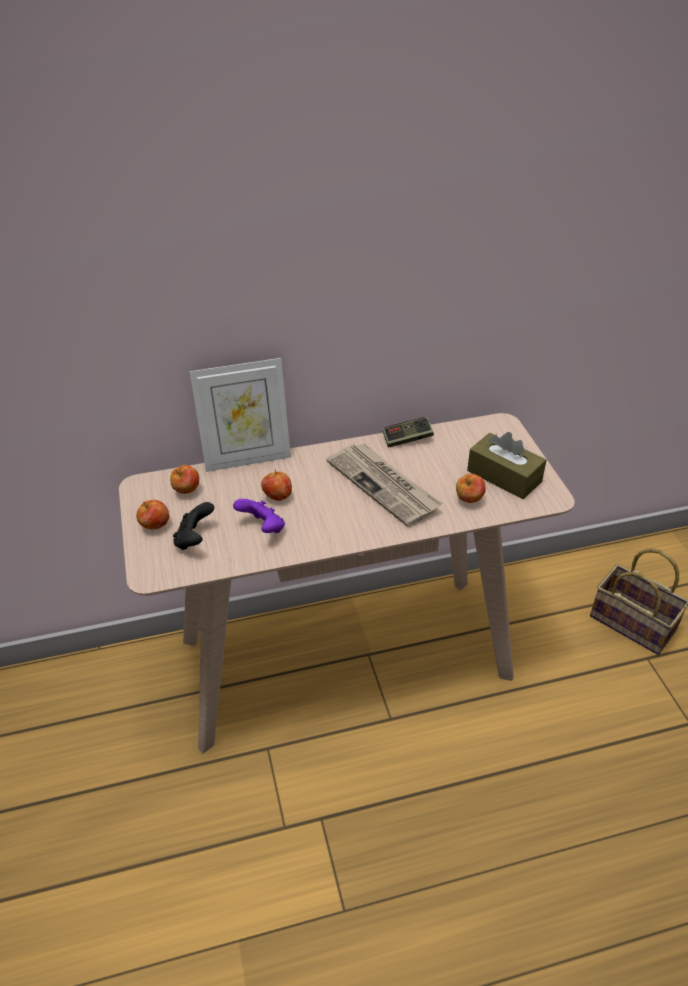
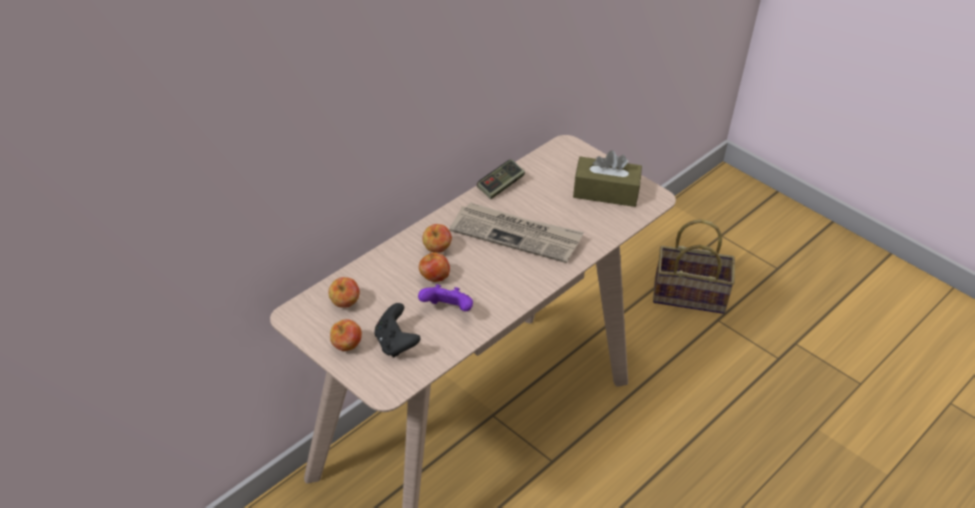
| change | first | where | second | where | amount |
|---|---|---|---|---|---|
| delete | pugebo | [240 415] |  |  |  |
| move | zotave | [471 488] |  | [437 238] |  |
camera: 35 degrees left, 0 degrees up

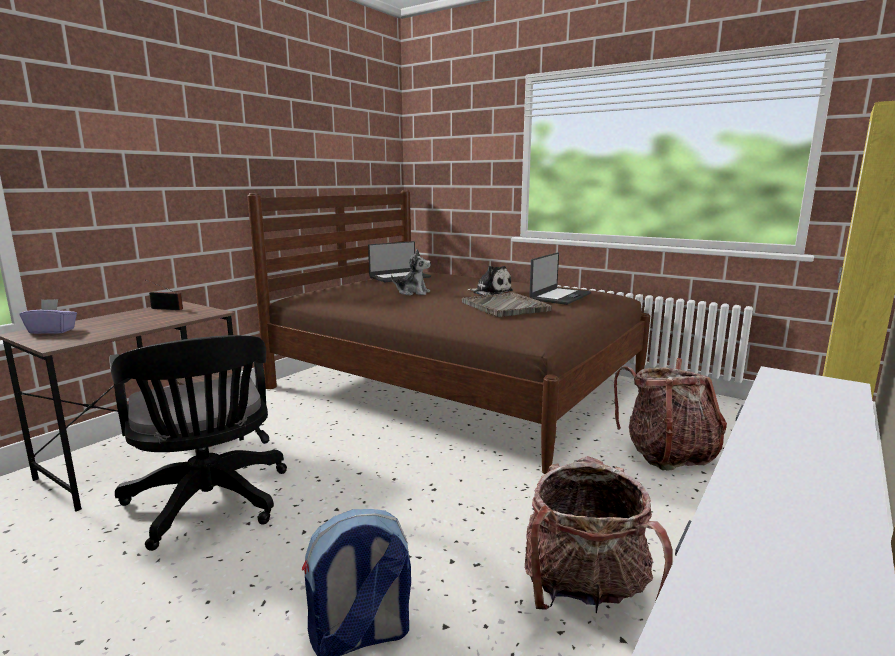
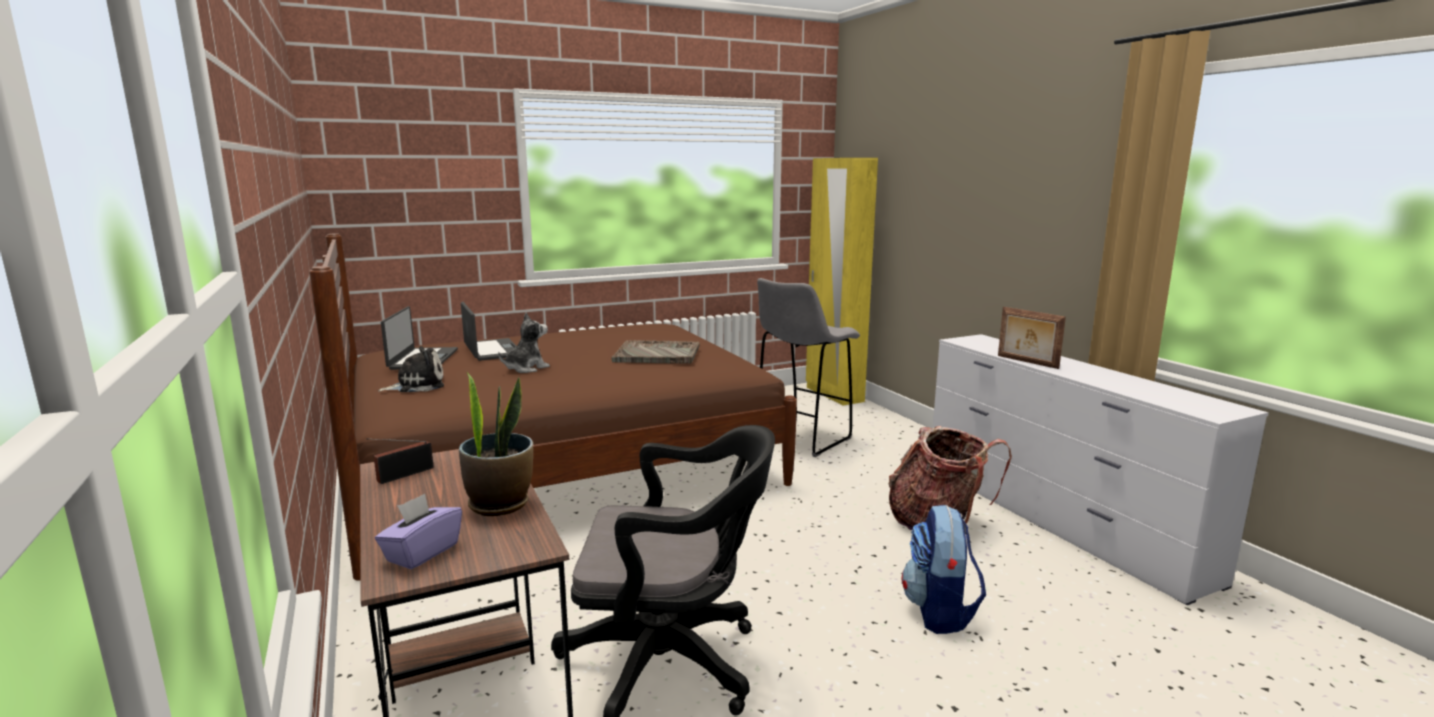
| change | first | where | second | where | amount |
|---|---|---|---|---|---|
| insert |  |  | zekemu | [496 444] |  |
| insert |  |  | pugebo | [1032 338] |  |
| move | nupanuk | [490 280] |  | [411 369] |  |
| move | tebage | [560 278] |  | [488 331] |  |
| replace | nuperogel | [670 414] | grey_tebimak | [808 367] |  |
camera: 60 degrees left, 0 degrees up

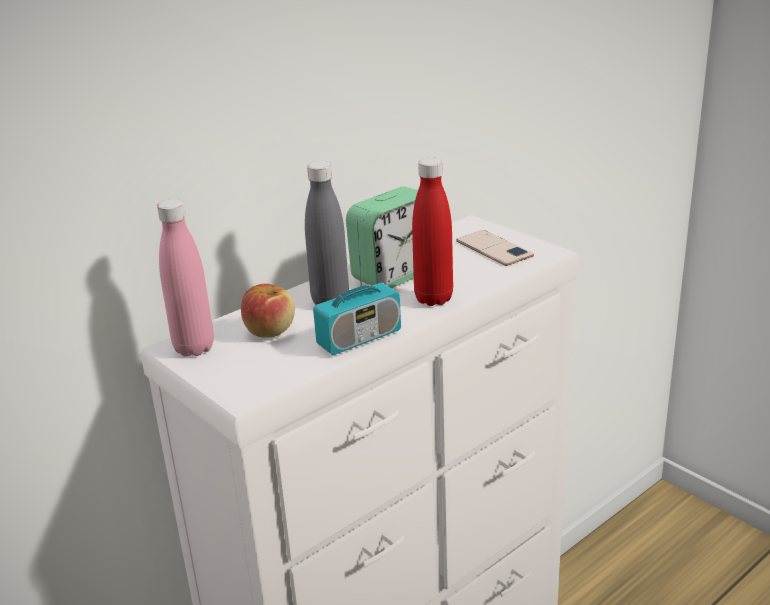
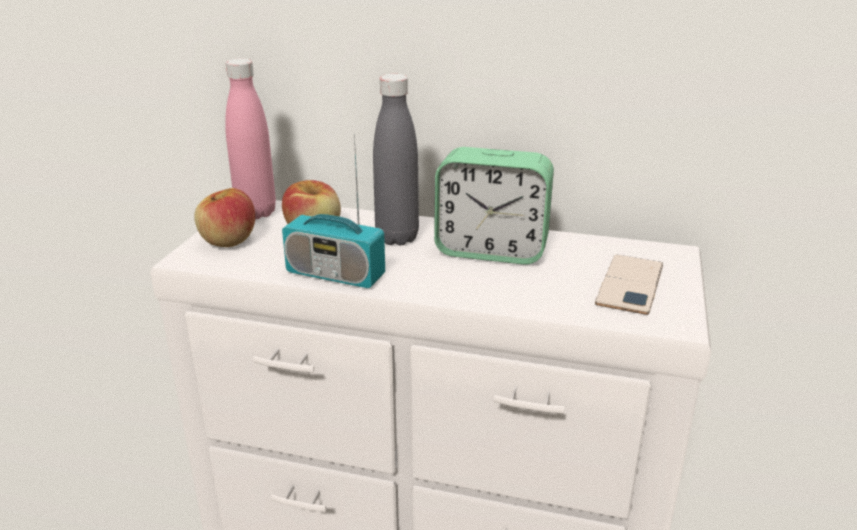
| change | first | where | second | where | amount |
|---|---|---|---|---|---|
| delete | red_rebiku | [432 231] |  |  |  |
| insert |  |  | zotave | [224 217] |  |
camera: 55 degrees right, 0 degrees up

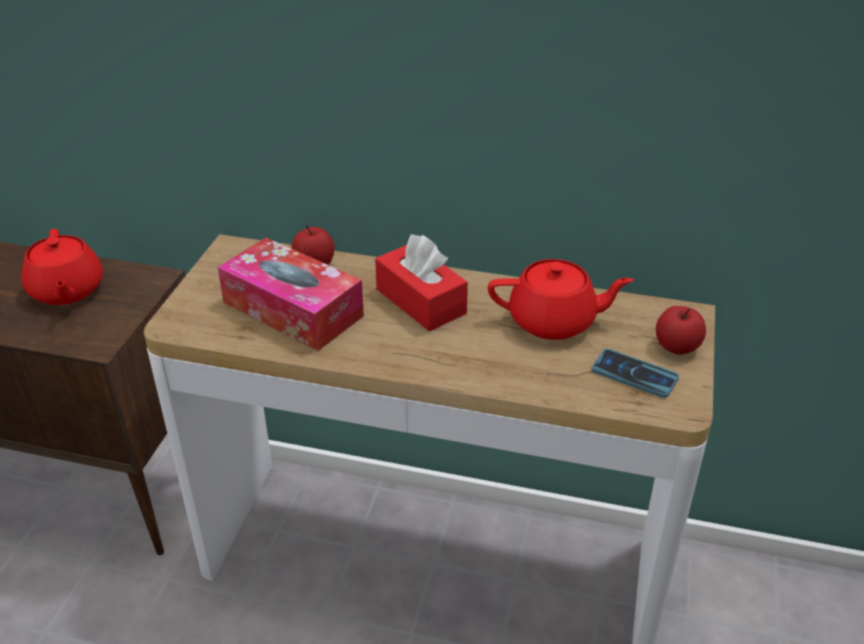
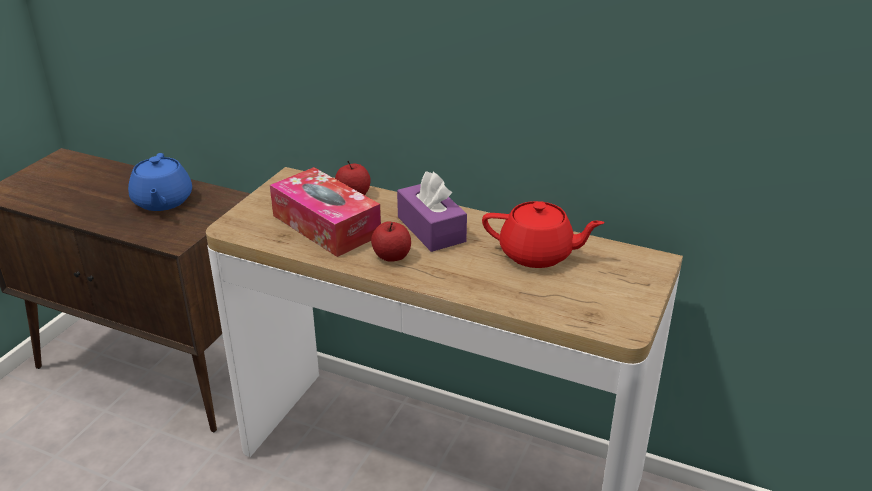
| change | first | where | second | where | amount |
|---|---|---|---|---|---|
| delete | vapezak | [635 373] |  |  |  |
| move | zotave | [681 330] |  | [391 241] |  |
| recolor | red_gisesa | [62 267] | blue_gisesa | [160 182] |  |
| recolor | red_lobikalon | [421 282] | purple_lobikalon | [432 211] |  |
camera: 10 degrees right, 5 degrees down

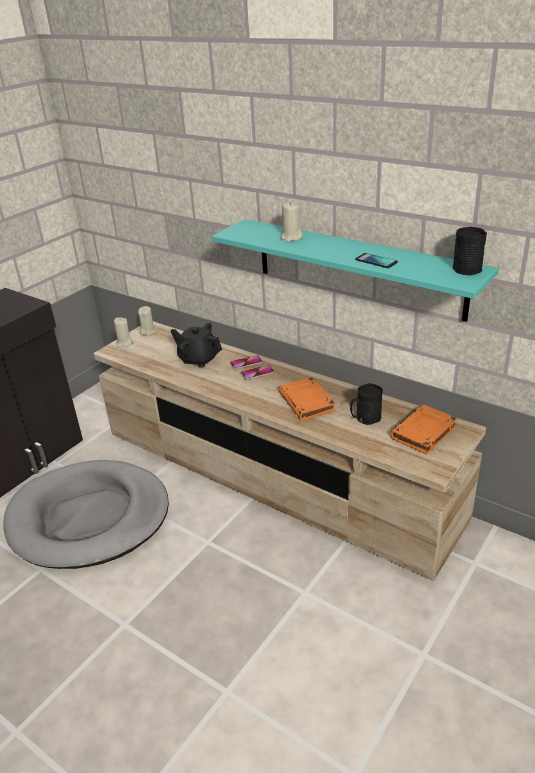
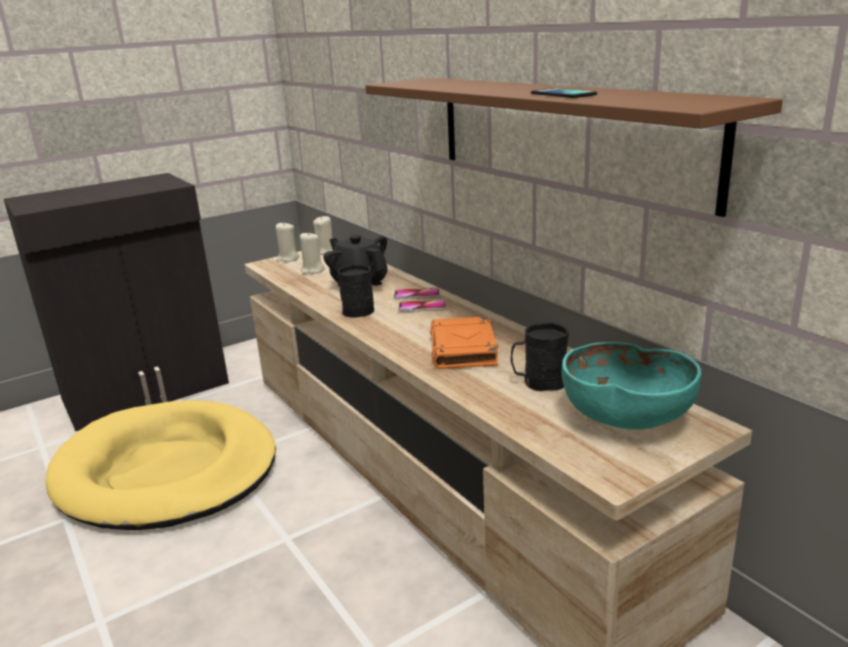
| change | first | where | second | where | amount |
|---|---|---|---|---|---|
| move | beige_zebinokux | [292 222] |  | [312 253] |  |
| move | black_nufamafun | [470 251] |  | [355 291] |  |
| replace | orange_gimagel | [424 429] | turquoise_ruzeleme | [631 386] |  |
| recolor | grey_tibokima | [86 514] | yellow_tibokima | [160 465] |  |
| recolor | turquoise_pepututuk | [355 270] | brown_pepututuk | [574 147] |  |
camera: 20 degrees right, 10 degrees down

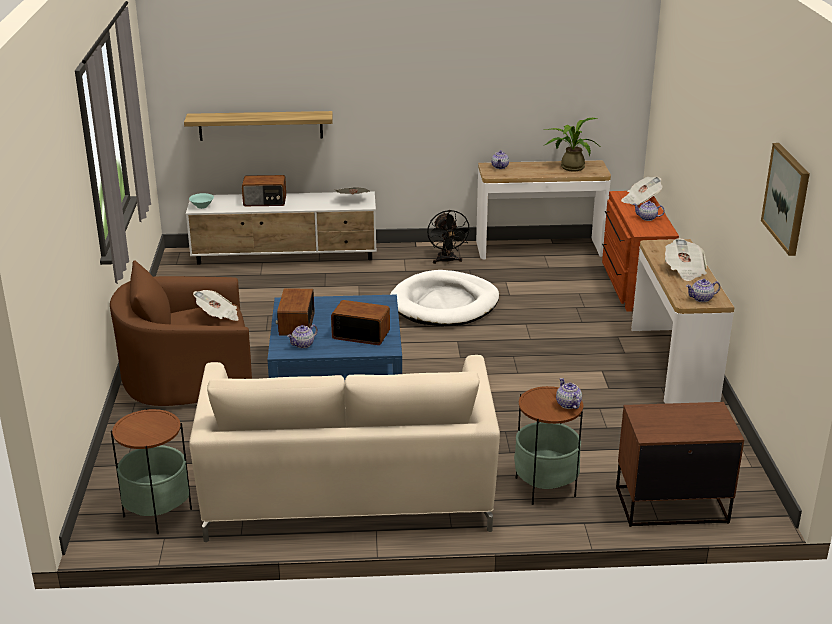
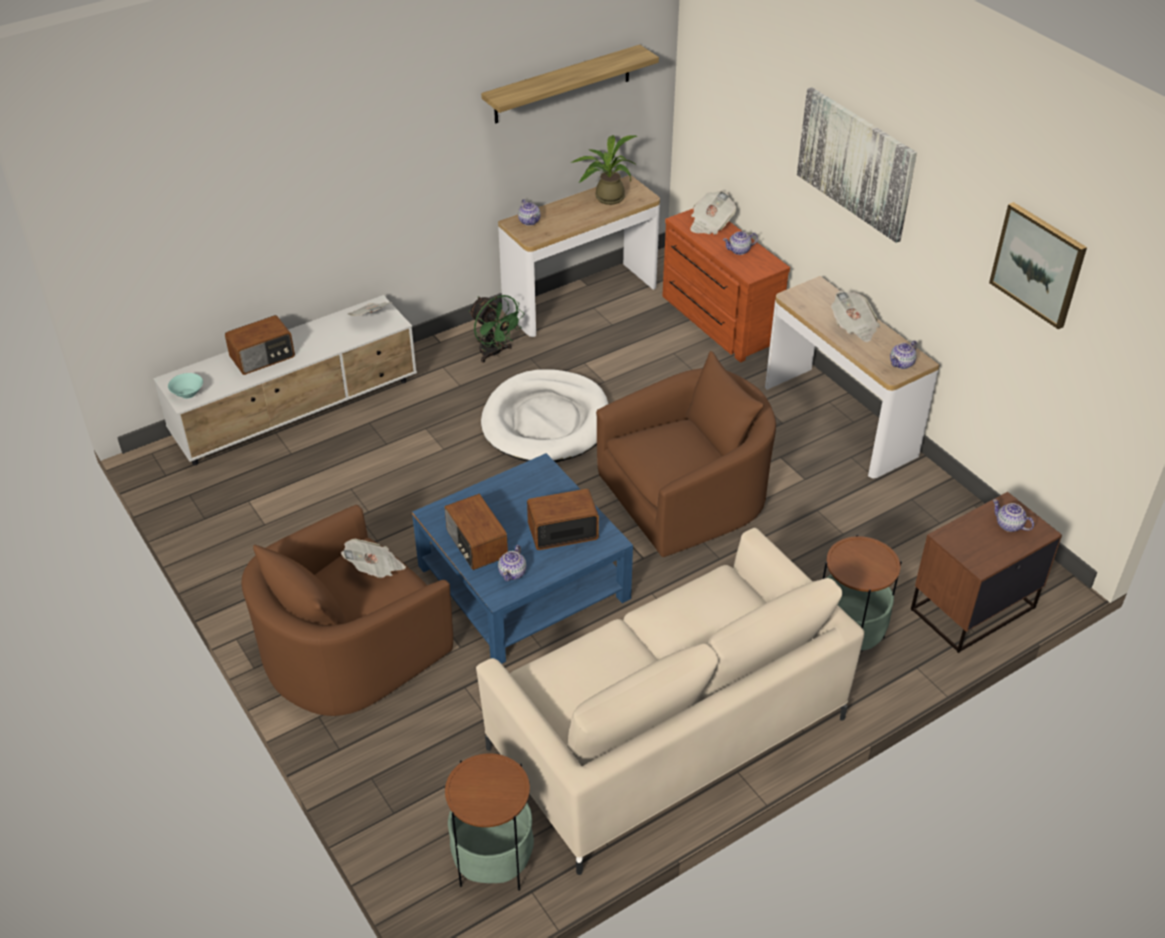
| change | first | where | second | where | amount |
|---|---|---|---|---|---|
| insert |  |  | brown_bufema | [686 454] |  |
| insert |  |  | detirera | [857 165] |  |
| move | pepututuk | [258 126] |  | [570 84] |  |
| move | gisesa | [569 393] |  | [1013 515] |  |
| recolor | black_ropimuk | [449 237] | green_ropimuk | [496 329] |  |
camera: 30 degrees left, 15 degrees up

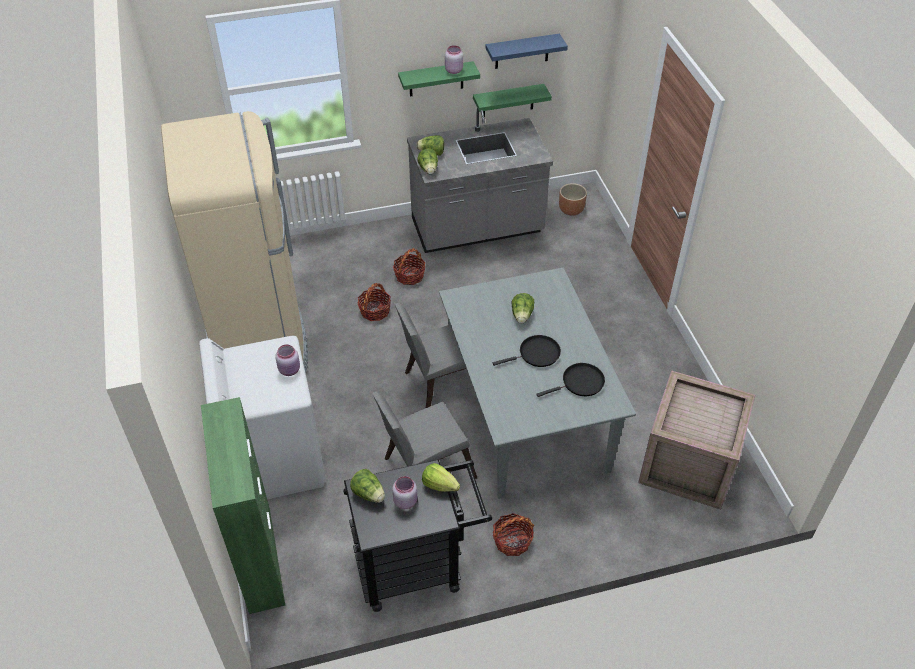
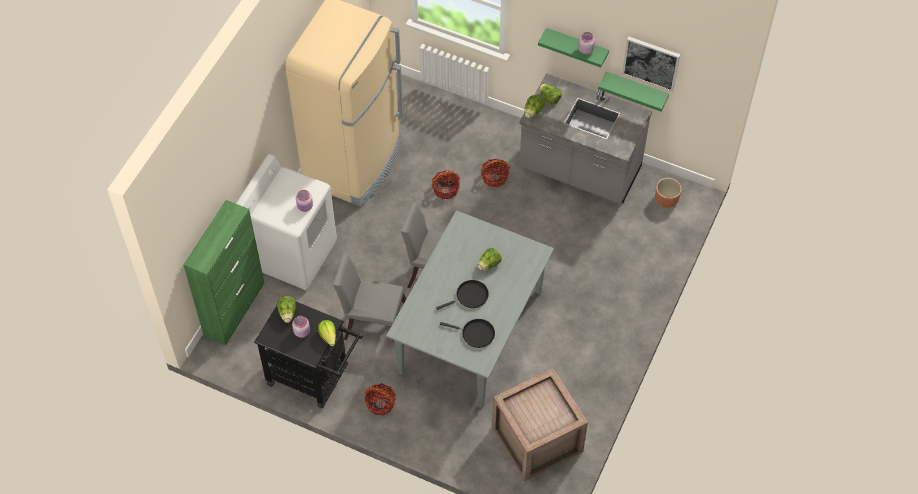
| change | first | where | second | where | amount |
|---|---|---|---|---|---|
| replace | blue_pepututuk | [526 51] | detirera | [651 64] |  |
| rotate | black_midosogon | [527 351] |  | [462 295] | 45 degrees counterclockwise |
camera: 40 degrees right, 10 degrees up

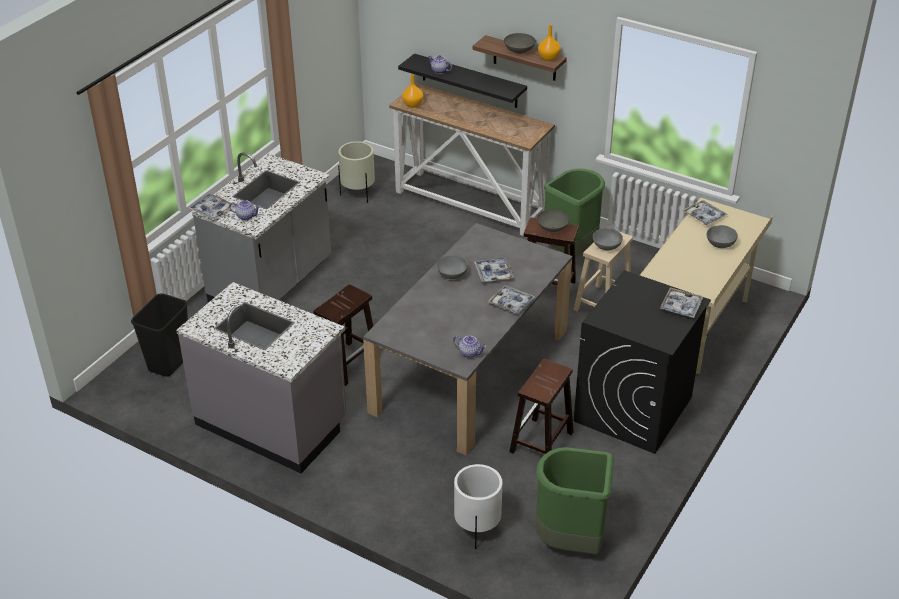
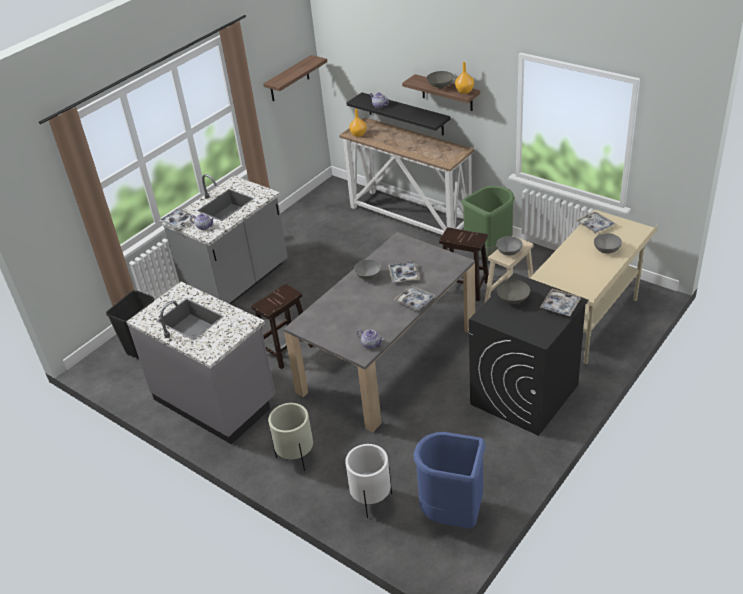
| change | first | where | second | where | amount |
|---|---|---|---|---|---|
| delete | brown_tebimak | [541 406] |  |  |  |
| insert |  |  | pepututuk | [295 78] |  |
| move | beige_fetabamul | [356 172] |  | [290 437] |  |
| move | grey_ruzeleme | [553 220] |  | [513 292] |  |
| recolor | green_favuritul | [574 501] | blue_favuritul | [449 480] |  |
camera: 10 degrees right, 0 degrees up

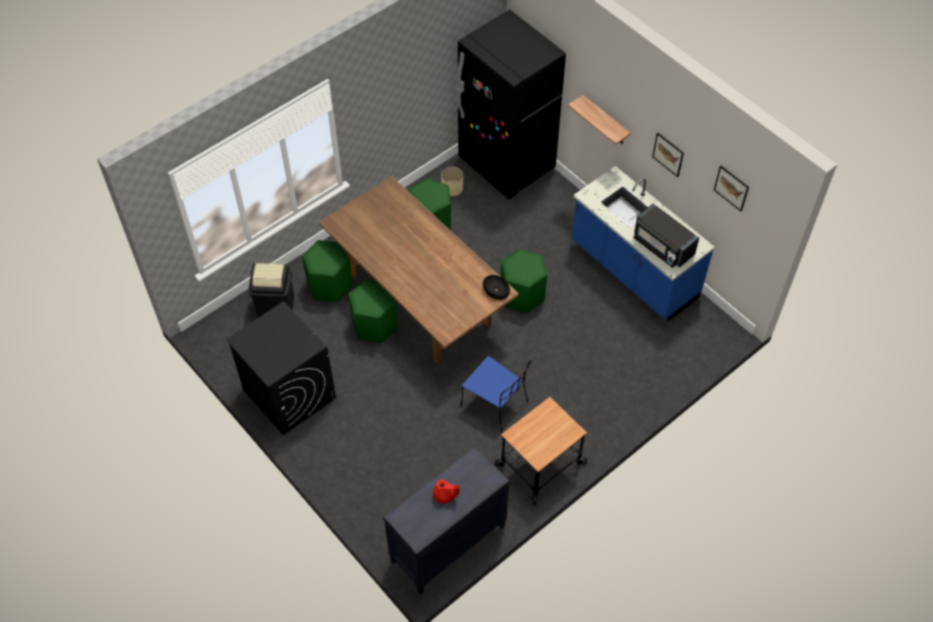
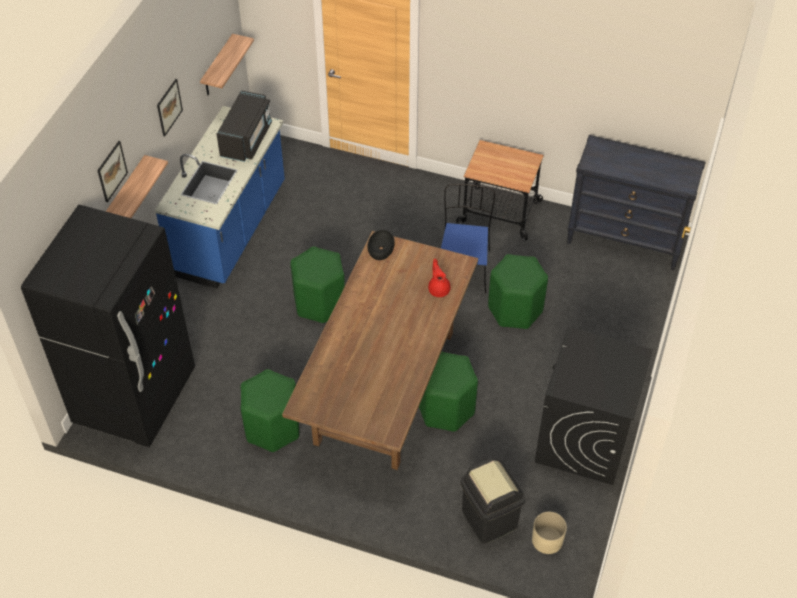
| change | first | where | second | where | amount |
|---|---|---|---|---|---|
| insert |  |  | pepututuk | [227 64] |  |
| move | green_tebimak | [327 271] |  | [518 291] |  |
| move | red_gisesa | [446 491] |  | [439 278] |  |
| move | beige_fetabamul | [452 181] |  | [549 533] |  |
| move | detirera | [731 188] |  | [112 171] |  |
camera: 120 degrees left, 5 degrees down

